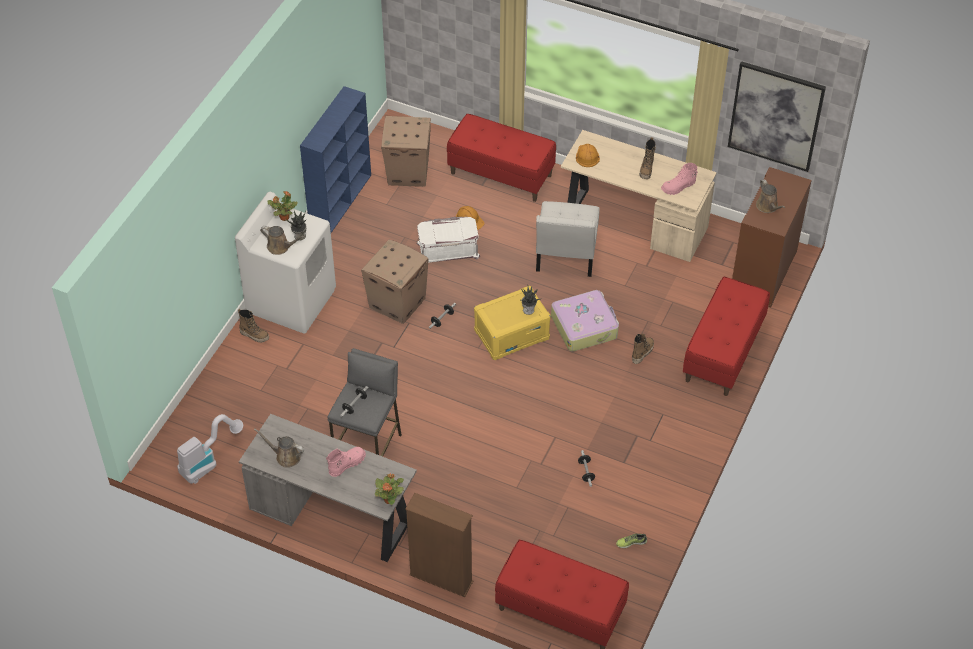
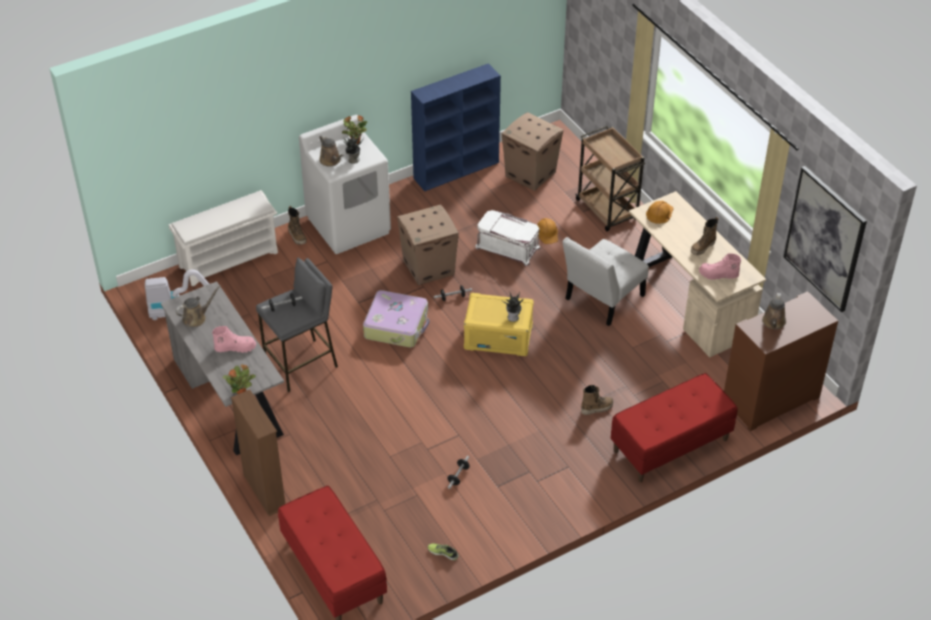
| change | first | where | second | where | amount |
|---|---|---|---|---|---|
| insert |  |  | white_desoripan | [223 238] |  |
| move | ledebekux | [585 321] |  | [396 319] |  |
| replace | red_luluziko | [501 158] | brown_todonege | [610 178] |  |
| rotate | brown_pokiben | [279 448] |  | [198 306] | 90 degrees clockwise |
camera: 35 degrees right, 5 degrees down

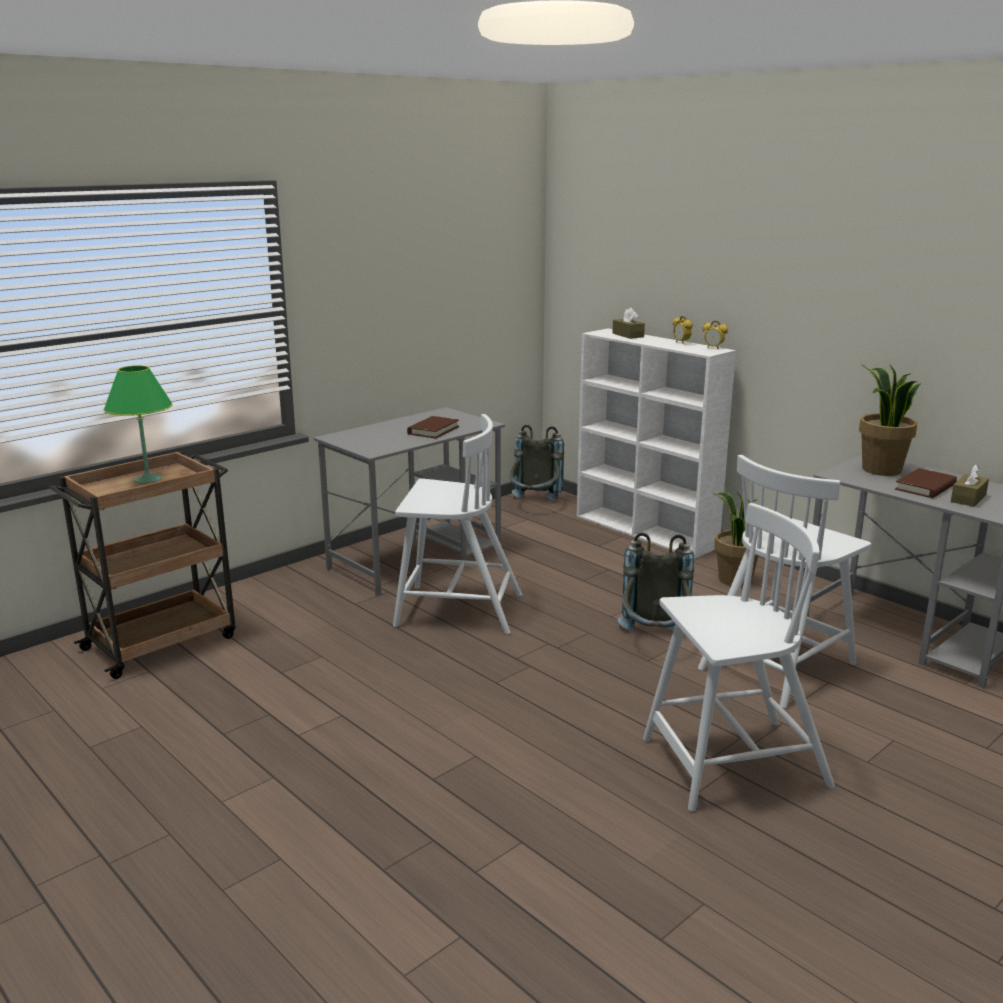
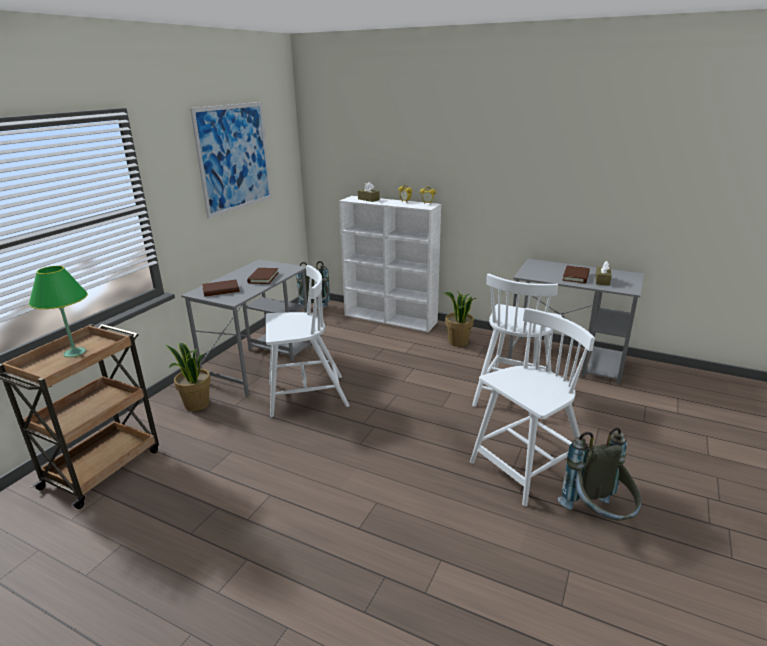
| change | first | where | second | where | amount |
|---|---|---|---|---|---|
| insert |  |  | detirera | [231 160] |  |
| insert |  |  | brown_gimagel | [221 288] |  |
| move | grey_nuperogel | [656 582] |  | [599 474] |  |
| move | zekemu | [890 420] |  | [188 377] |  |
camera: 20 degrees left, 5 degrees up

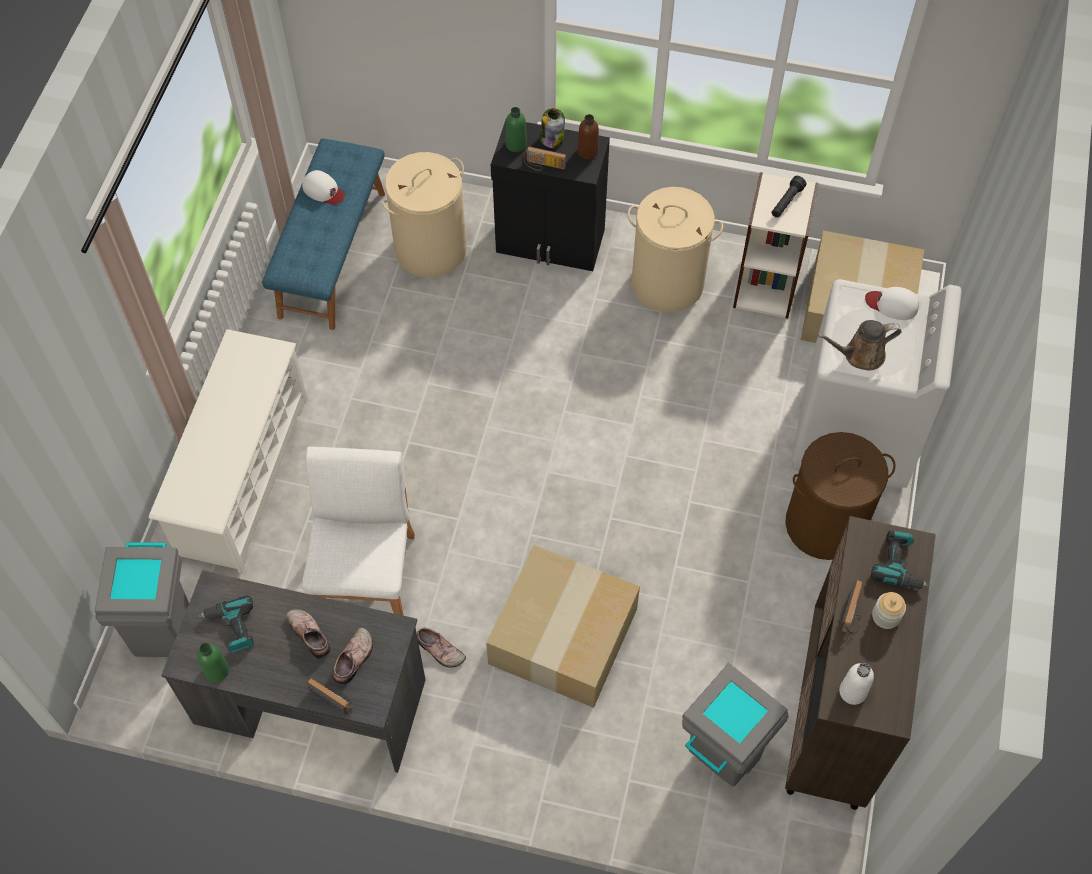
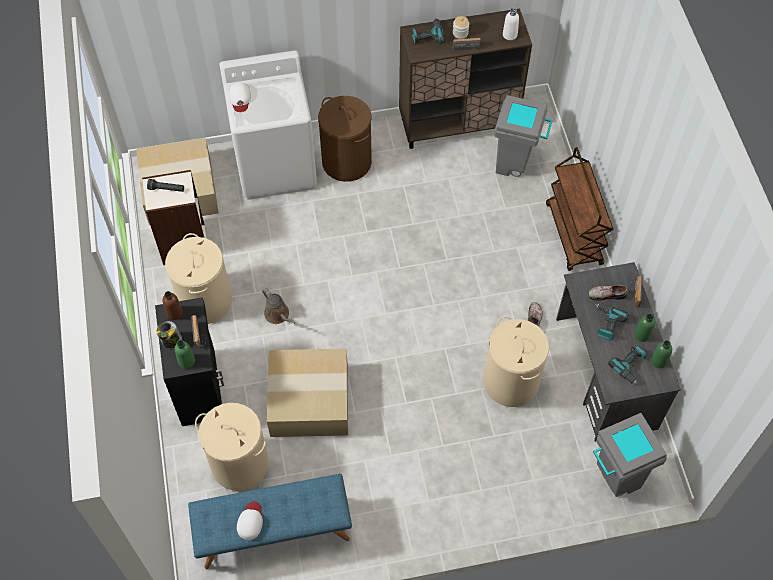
| change | first | where | second | where | amount |
|---|---|---|---|---|---|
| delete | white_desoripan | [228 451] |  |  |  |
| insert |  |  | brown_todonege | [580 209] |  |
| insert |  |  | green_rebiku | [644 328] |  |
| move | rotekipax | [563 626] |  | [307 392] |  |
| move | brown_pokiben | [859 345] |  | [278 306] |  |
| replace | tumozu | [308 634] | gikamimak | [612 321] |  |
| replace | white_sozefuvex | [358 531] | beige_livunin | [516 361] |  |
camera: 115 degrees left, 0 degrees up

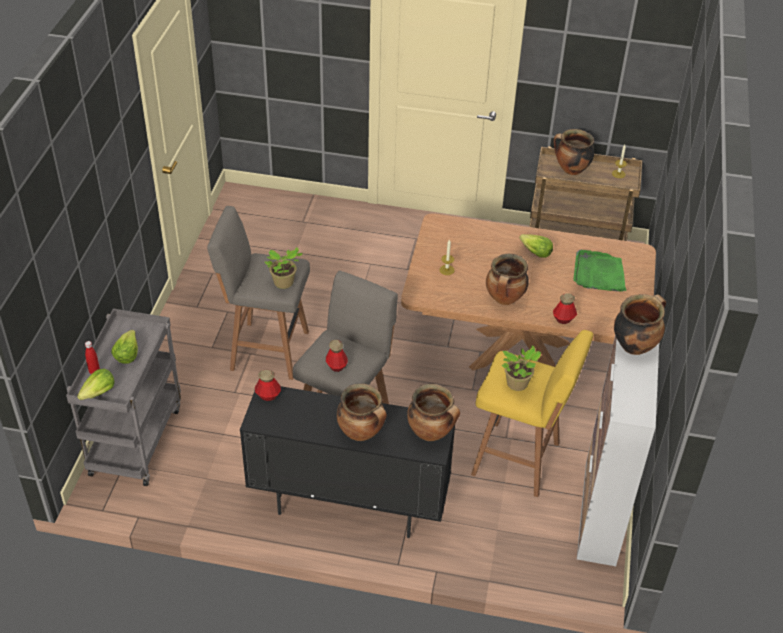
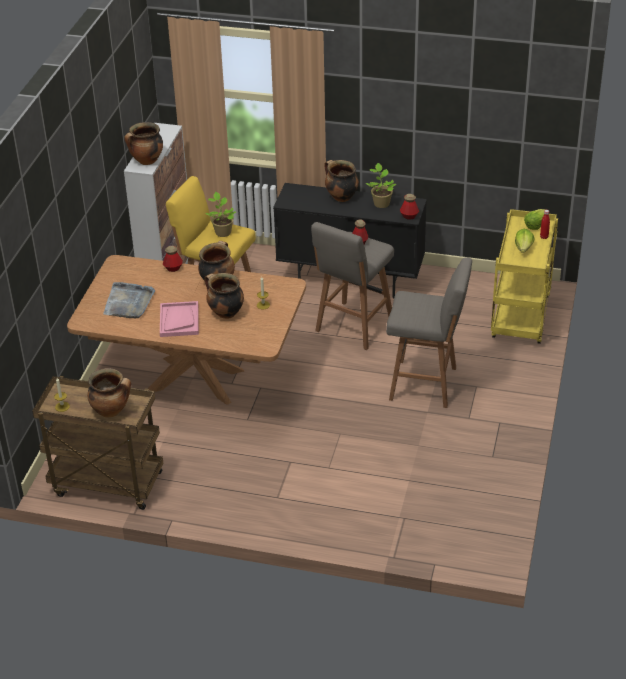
| change | first | where | second | where | amount |
|---|---|---|---|---|---|
| move | zekemu | [283 268] |  | [381 185] |  |
| move | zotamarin | [433 412] |  | [224 296] |  |
| replace | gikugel | [536 246] | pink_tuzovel | [179 319] |  |
| recolor | grey_todonege | [123 397] | yellow_todonege | [524 276] |  |
| recolor | green_tuzovel | [599 270] | grey_tuzovel | [129 300] |  |
camera: 175 degrees left, 5 degrees down

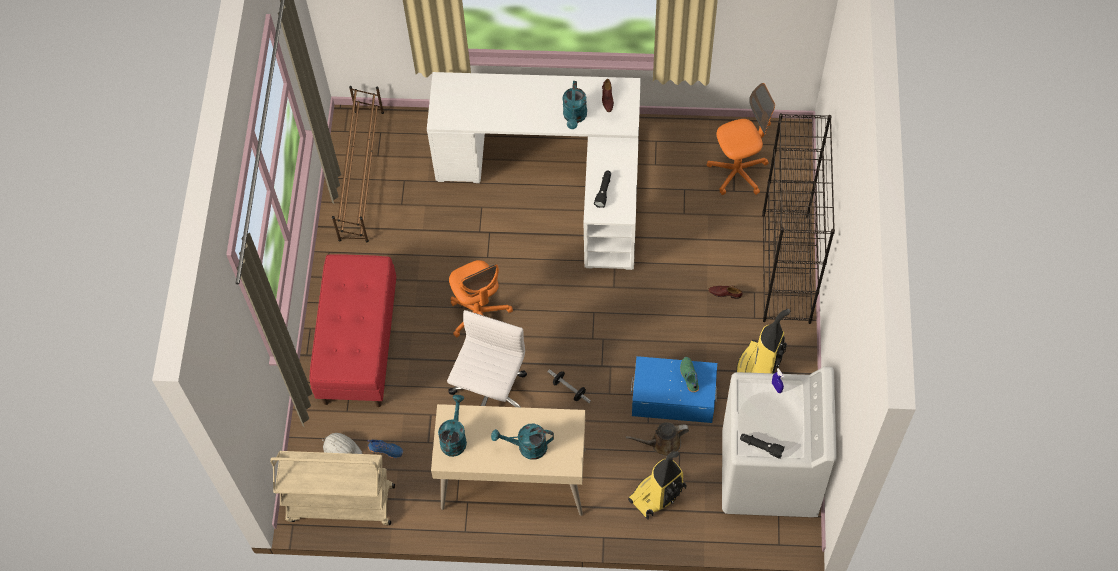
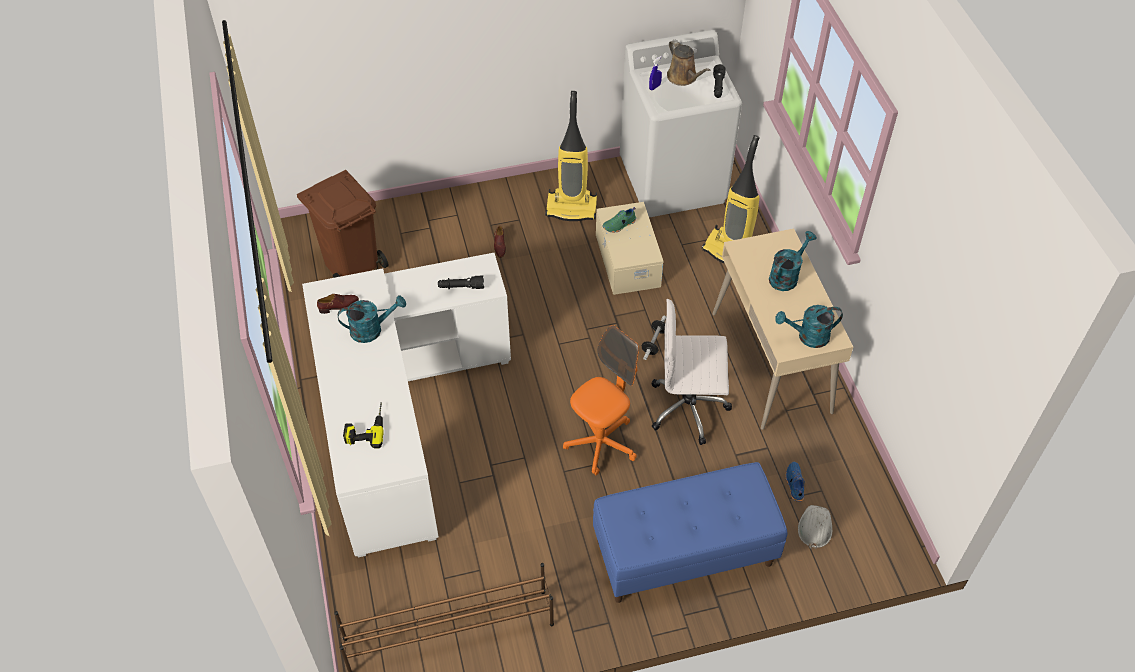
| change | first | where | second | where | amount |
|---|---|---|---|---|---|
| delete | beige_todonege | [332 488] |  |  |  |
| delete | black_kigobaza | [798 218] |  |  |  |
| insert |  |  | gikamimak | [363 425] |  |
| move | brown_pokiben | [657 439] |  | [688 63] |  |
| replace | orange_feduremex | [741 139] | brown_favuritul | [343 224] |  |
| recolor | red_luluziko | [353 330] | blue_luluziko | [690 532] |  |
| recolor | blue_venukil | [674 389] | beige_venukil | [630 248] |  |
| rotate | turquoise_pokiben | [522 442] |  | [793 261] | 120 degrees counterclockwise |
camera: 110 degrees left, 10 degrees down

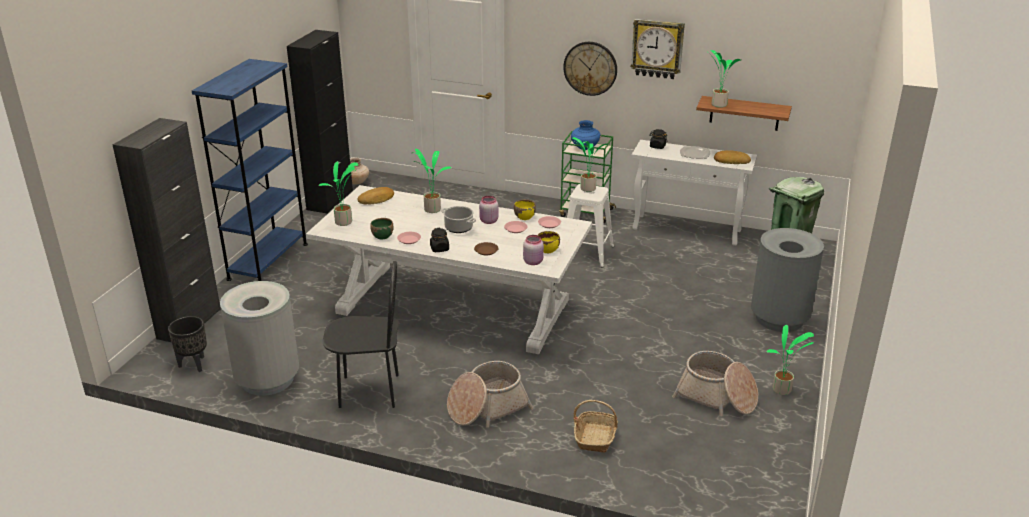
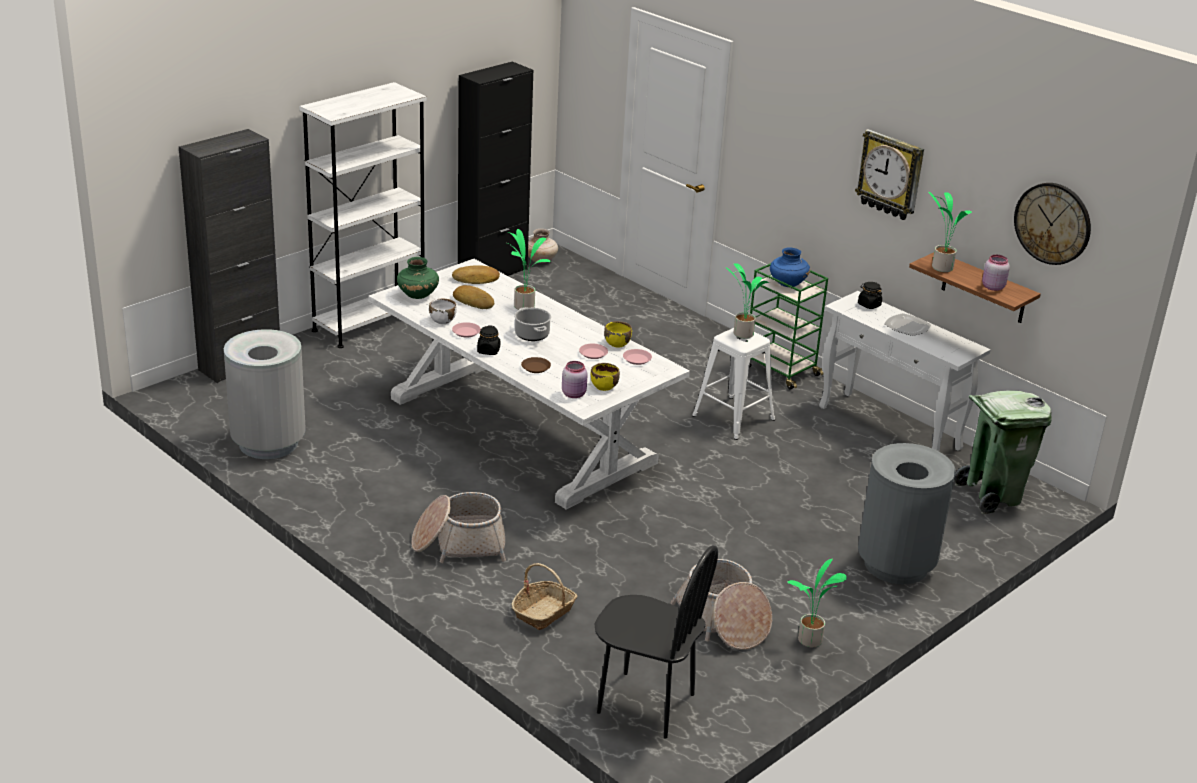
| change | first | where | second | where | amount |
|---|---|---|---|---|---|
| delete | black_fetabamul | [187 344] |  |  |  |
| move | black_sozefuvex | [361 334] |  | [656 642] |  |
| move | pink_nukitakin | [488 210] |  | [996 273] |  |
| move | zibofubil | [590 69] |  | [1052 224] |  |
| move | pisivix | [732 157] |  | [473 297] |  |
| replace | zekemu | [338 193] | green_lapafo | [418 278] |  |
| recolor | blue_kigobaza | [250 170] | white_kigobaza | [363 215] |  |
| recolor | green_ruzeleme | [382 228] | white_ruzeleme | [443 311] |  |
camera: 25 degrees right, 0 degrees up

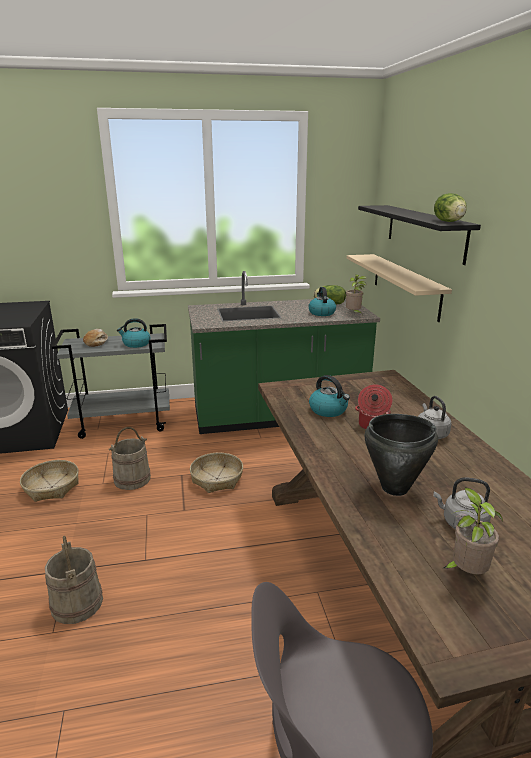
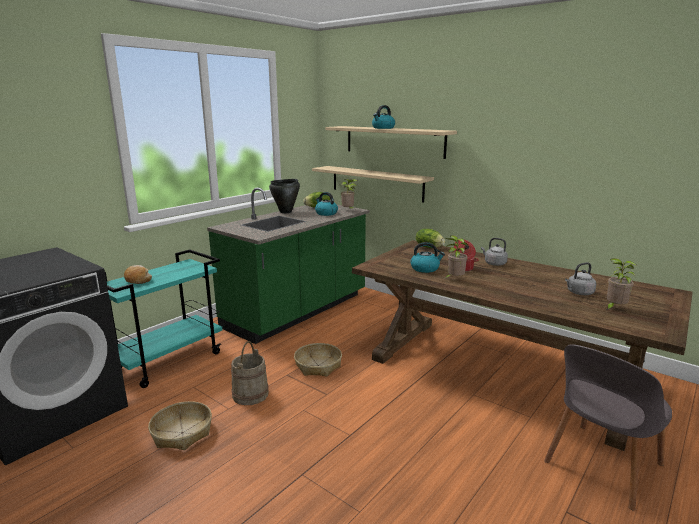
| change | first | where | second | where | amount |
|---|---|---|---|---|---|
| delete | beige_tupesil | [74 580] |  |  |  |
| insert |  |  | zekemu | [456 257] |  |
| move | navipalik | [133 333] |  | [383 117] |  |
| move | black_zotamarin | [401 455] |  | [284 196] |  |
| move | gikugel | [450 207] |  | [430 238] |  |
| recolor | grey_todonege | [111 381] | turquoise_todonege | [163 318] |  |
| recolor | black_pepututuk | [419 235] | beige_pepututuk | [391 142] |  |
camera: 40 degrees left, 5 degrees down

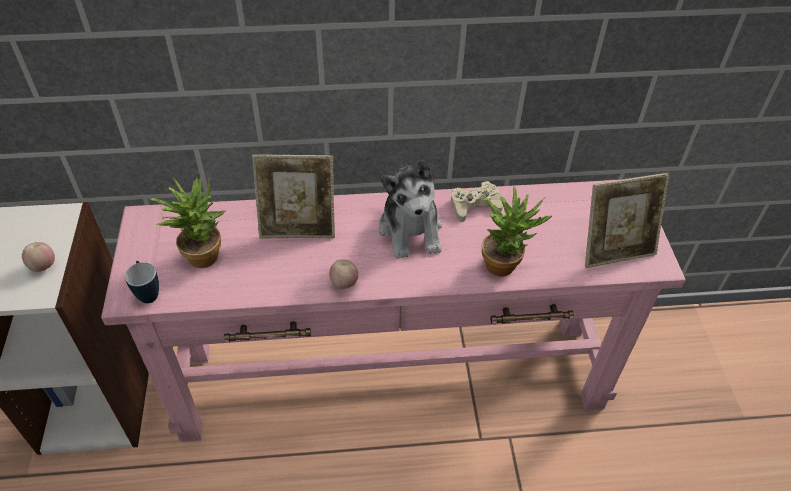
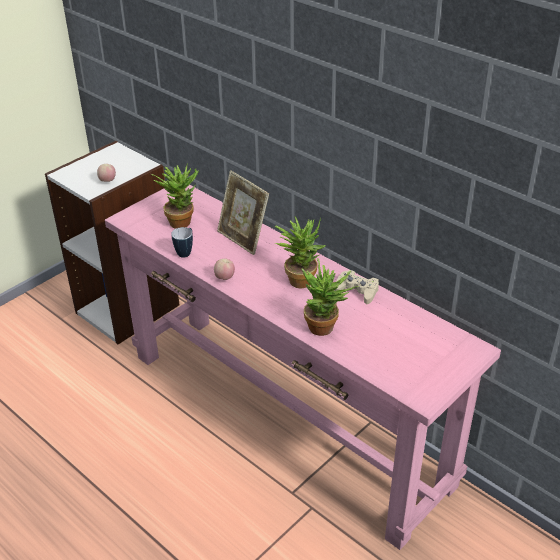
| change | first | where | second | where | amount |
|---|---|---|---|---|---|
| delete | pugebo | [627 220] |  |  |  |
| move | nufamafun | [142 282] |  | [182 242] |  |
| replace | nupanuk | [410 209] | zekemu | [300 252] |  |
camera: 50 degrees right, 10 degrees down

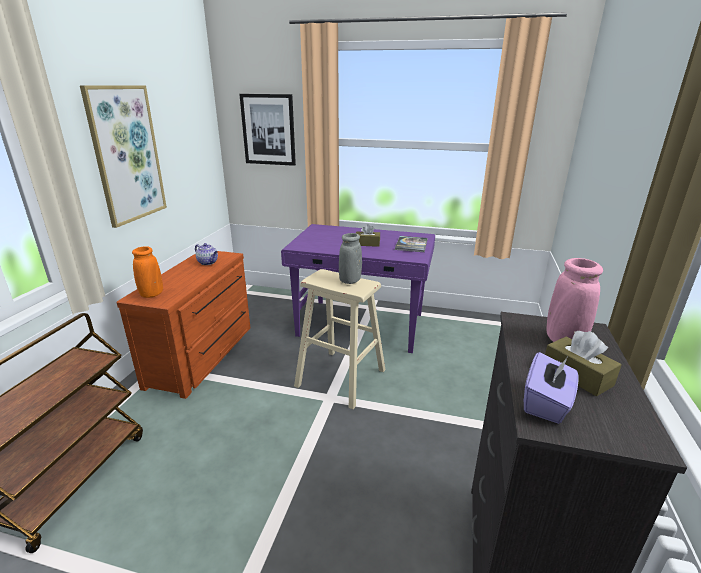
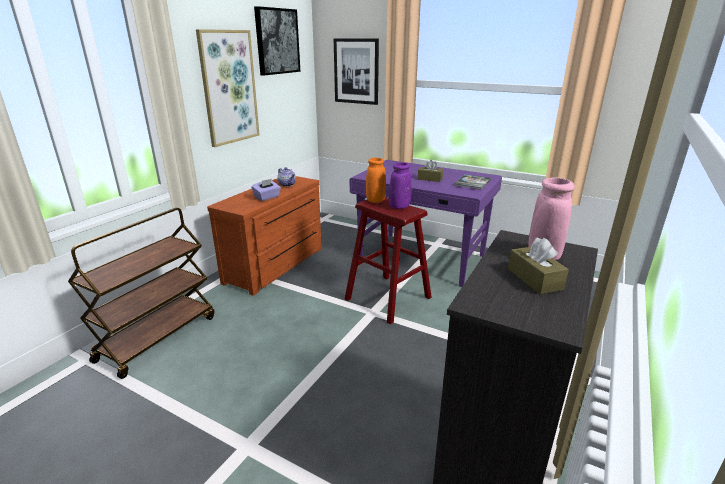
| change | first | where | second | where | amount |
|---|---|---|---|---|---|
| insert |  |  | detirera | [277 41] |  |
| move | orange_lapafo | [147 272] |  | [376 180] |  |
| move | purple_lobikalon | [551 388] |  | [266 190] |  |
| recolor | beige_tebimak | [340 339] | red_tebimak | [388 261] |  |
| recolor | grey_lapafo | [350 258] | purple_lapafo | [400 186] |  |
camera: 15 degrees right, 0 degrees up

